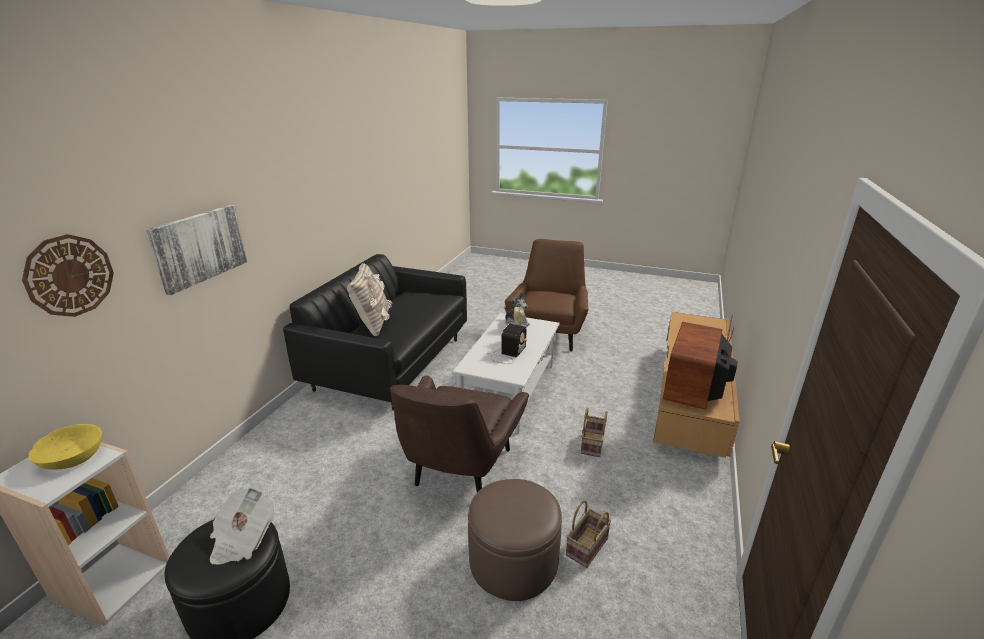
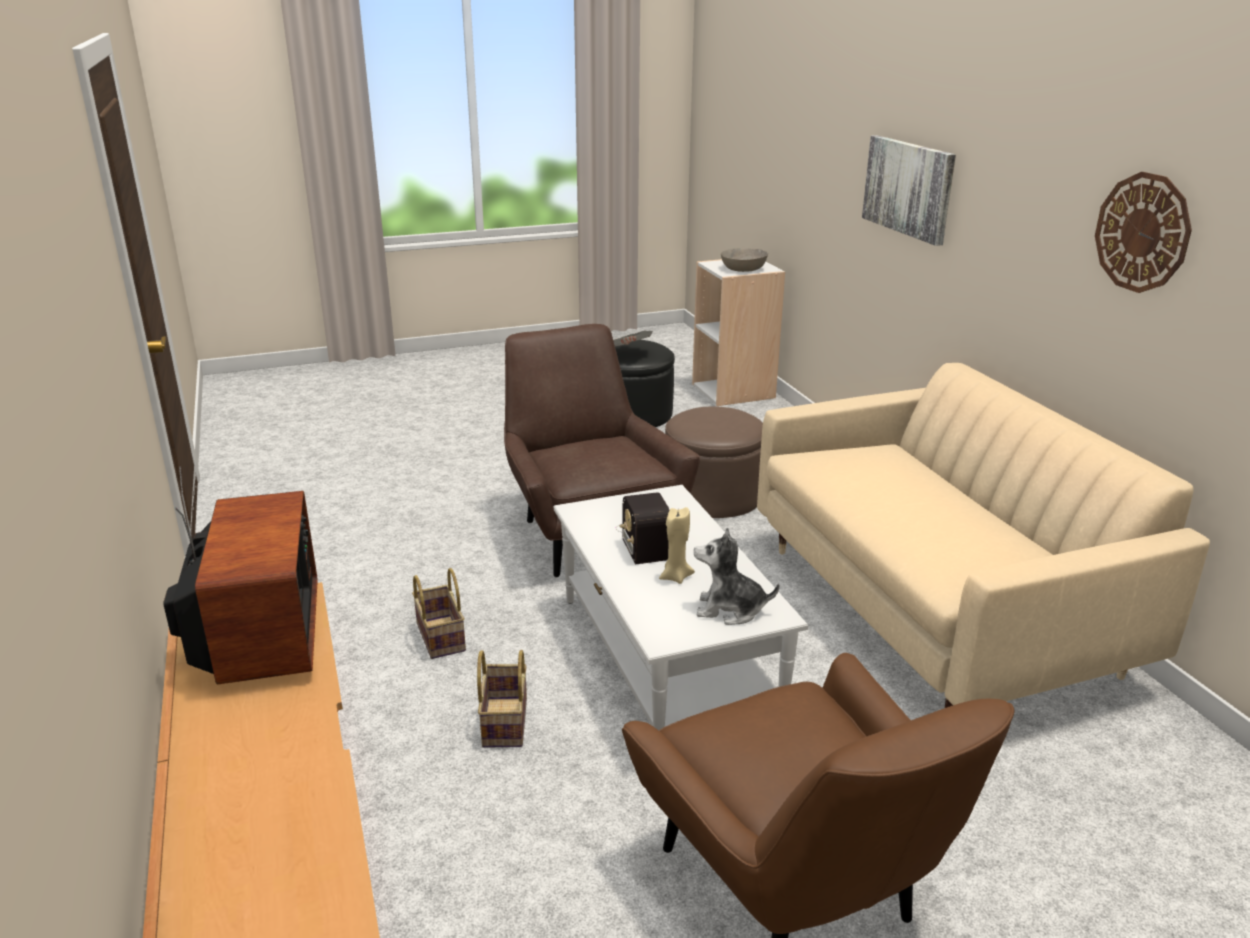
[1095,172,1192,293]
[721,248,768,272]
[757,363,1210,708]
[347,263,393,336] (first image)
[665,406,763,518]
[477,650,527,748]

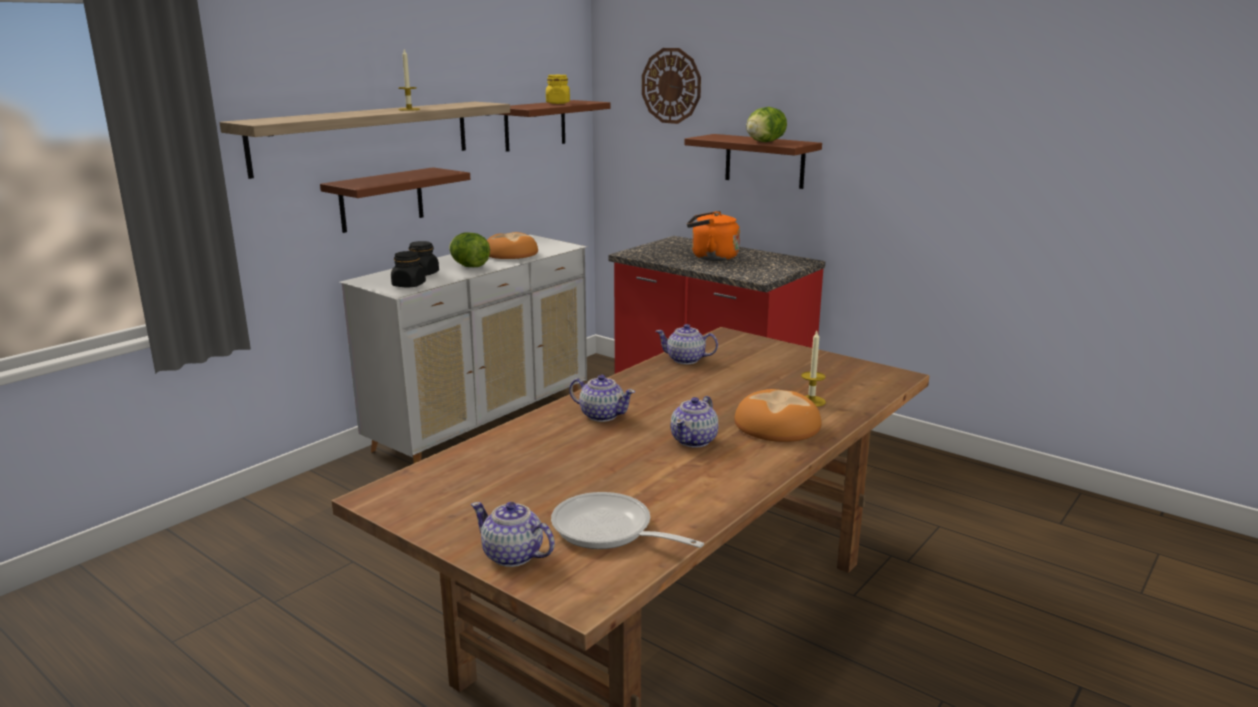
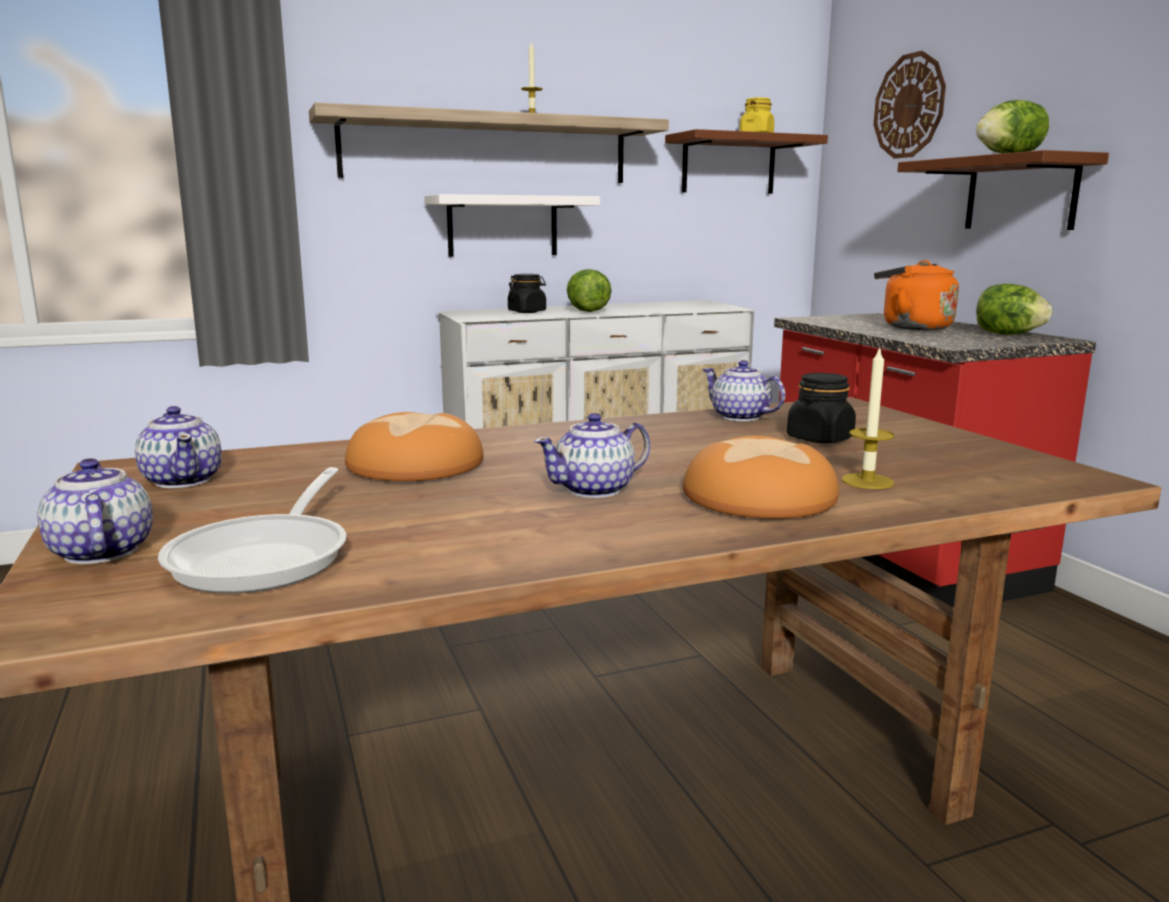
[424,194,600,257]
[787,373,856,443]
[345,412,484,481]
[158,467,347,594]
[135,406,222,488]
[976,284,1052,335]

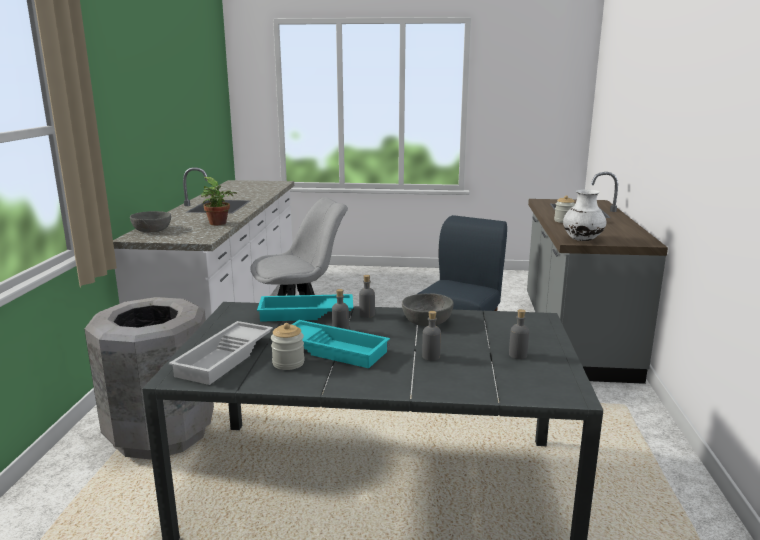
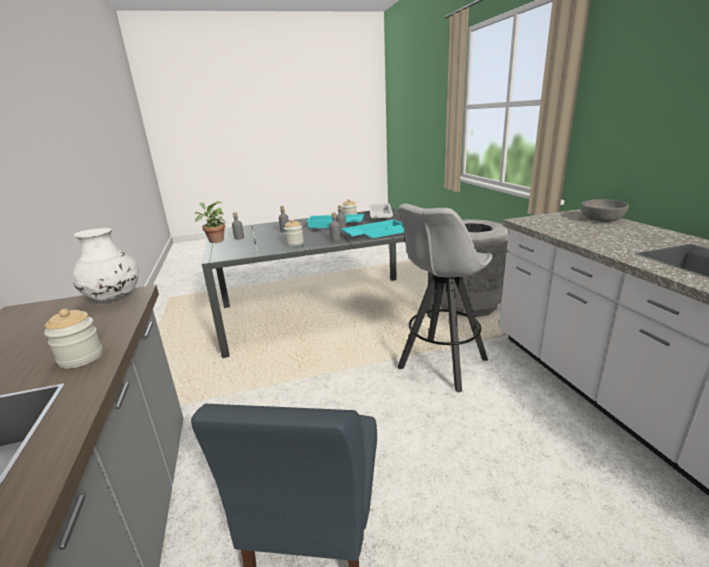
[195,201,225,243]
[284,219,304,246]

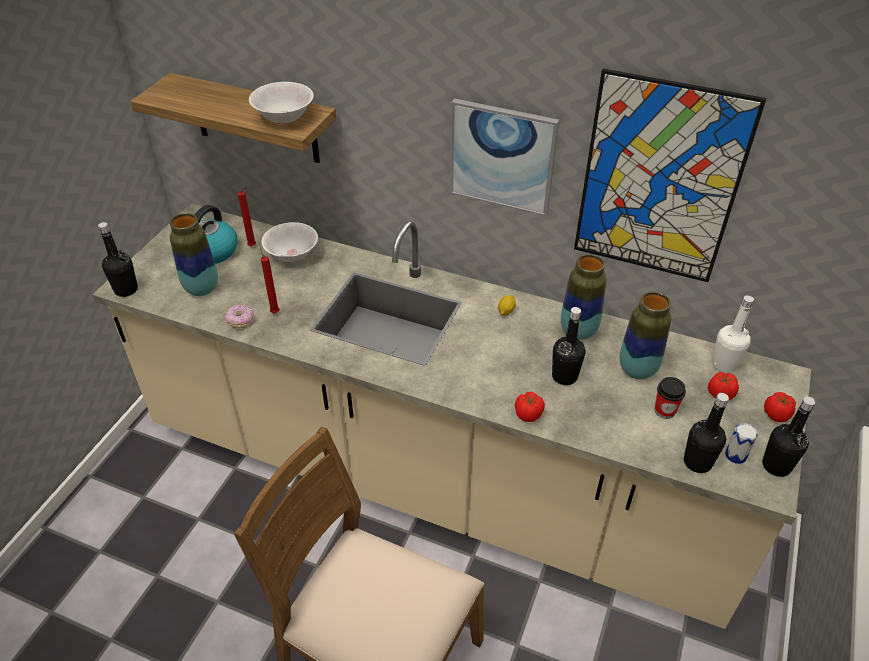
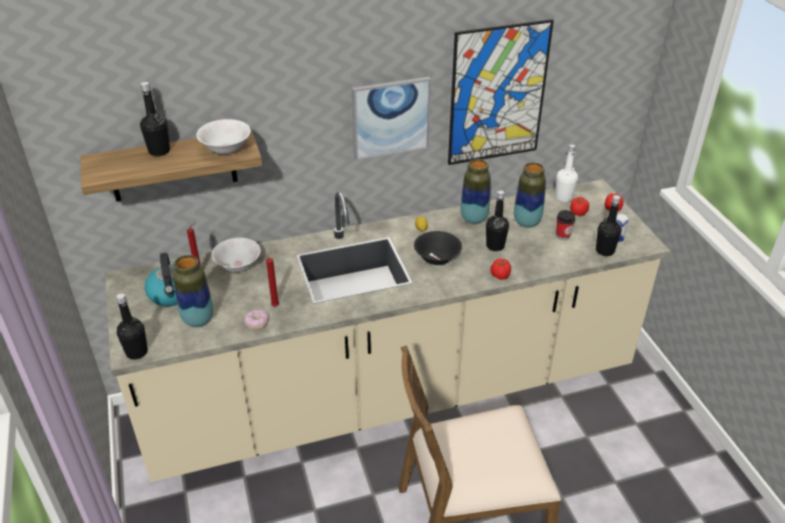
[140,82,170,156]
[414,231,462,265]

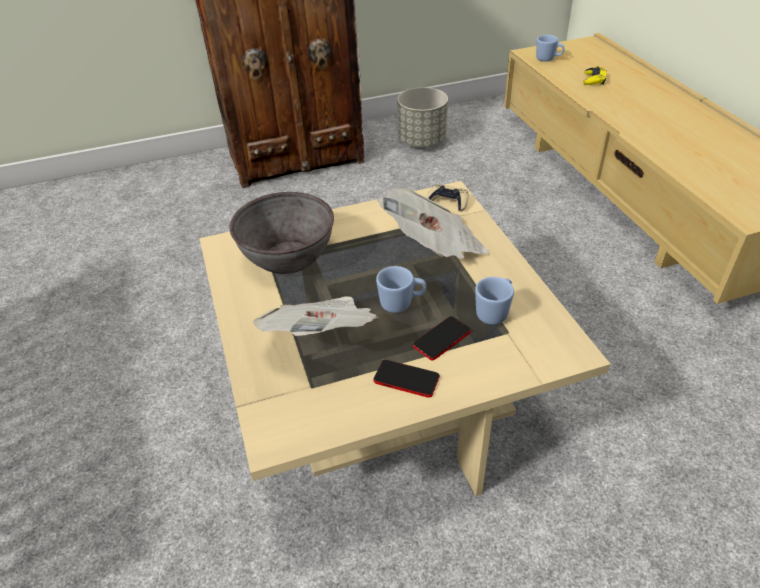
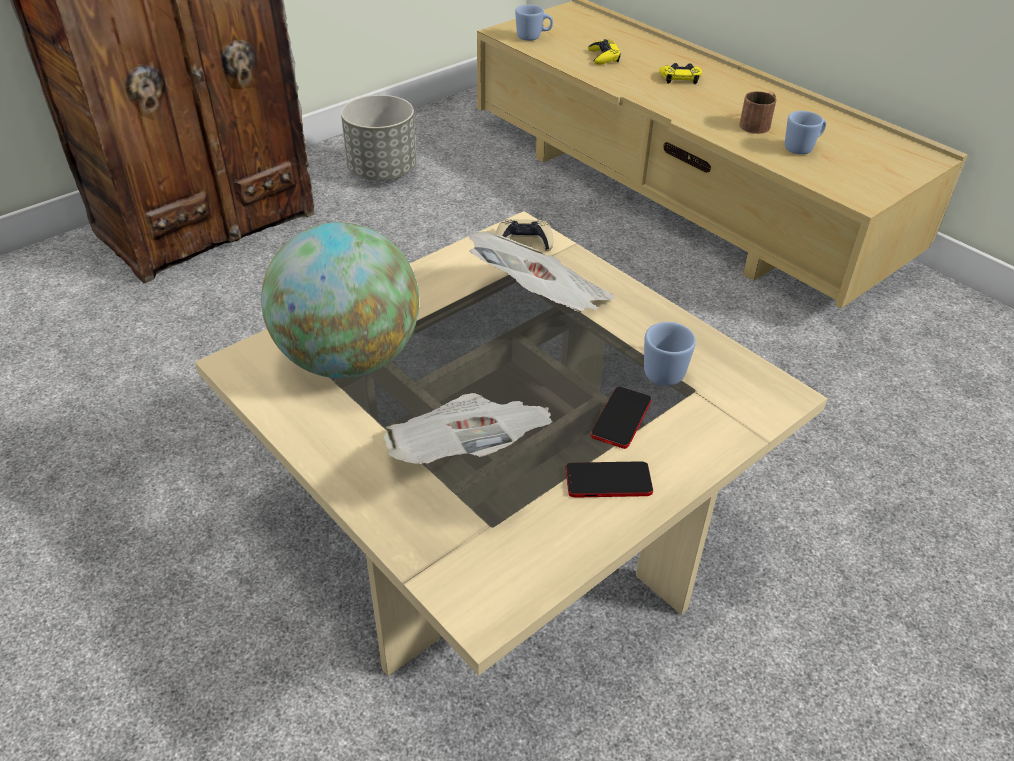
[261,222,419,378]
[785,111,826,155]
[659,63,702,84]
[739,91,776,134]

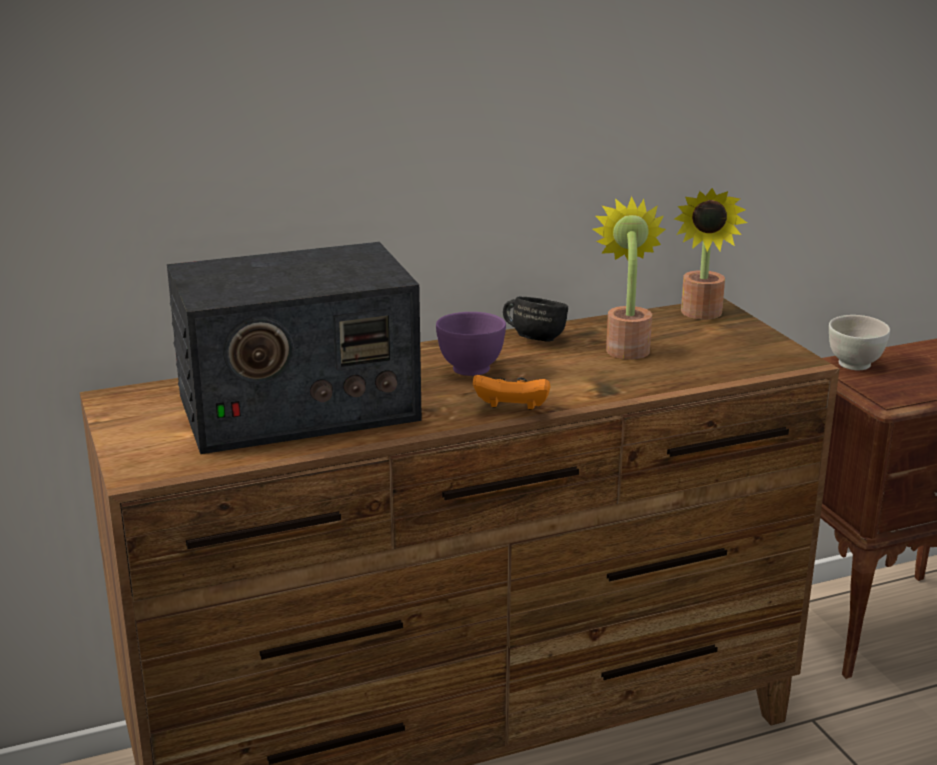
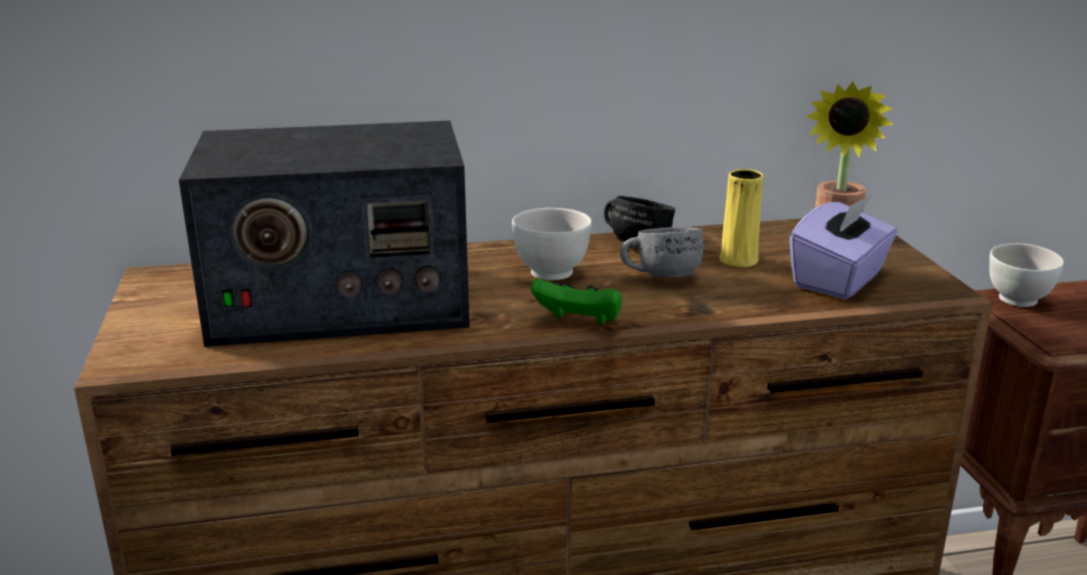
[512,208,592,280]
[531,278,622,325]
[719,169,763,267]
[620,227,704,277]
[790,193,898,299]

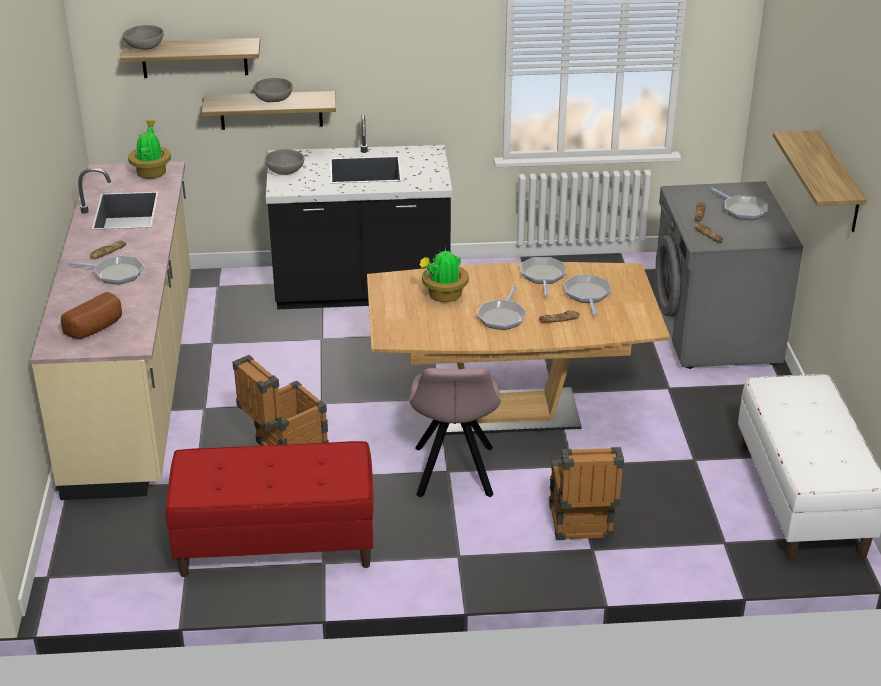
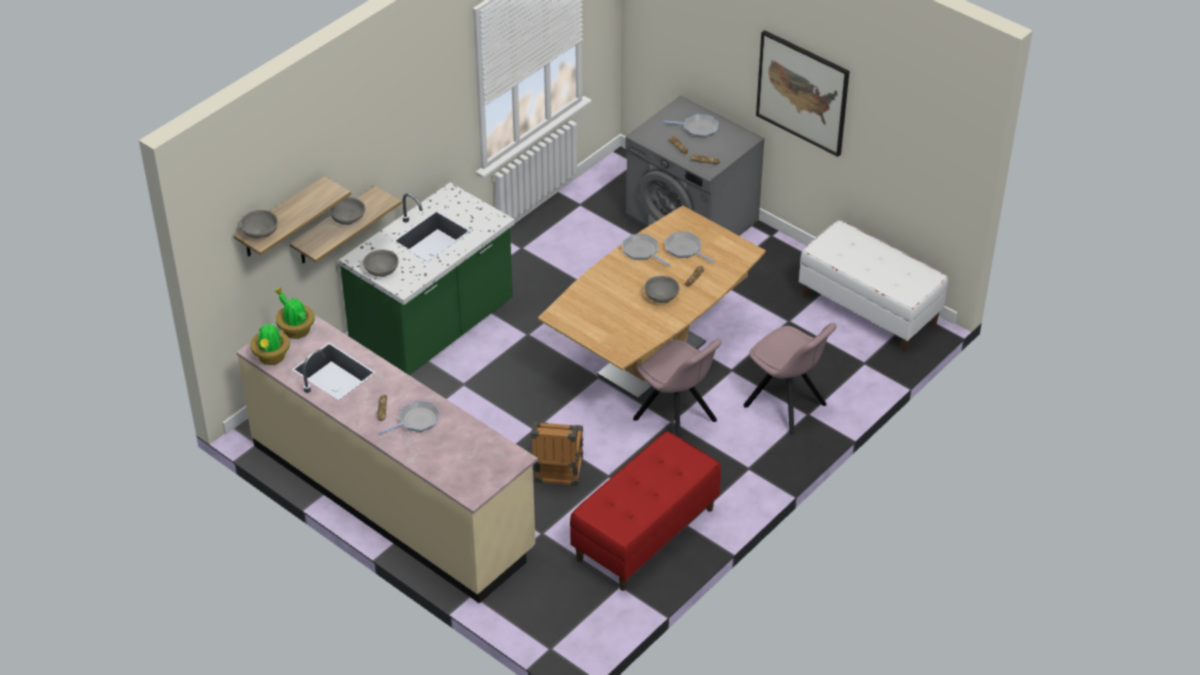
[61,292,122,339] (first image)
[339,182,515,375]
[251,322,290,365]
[644,276,680,303]
[744,323,837,434]
[756,30,849,157]

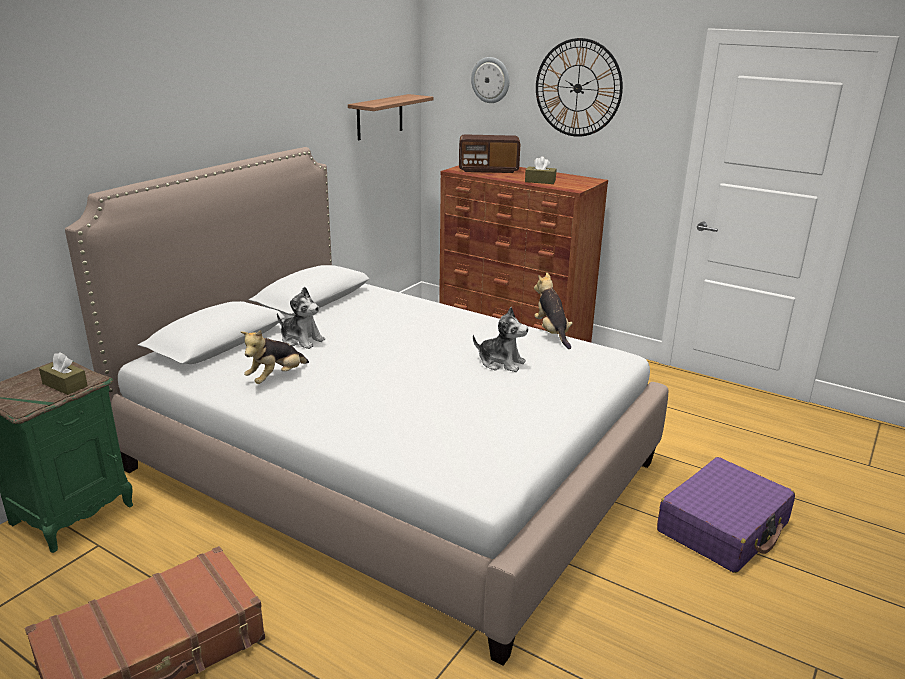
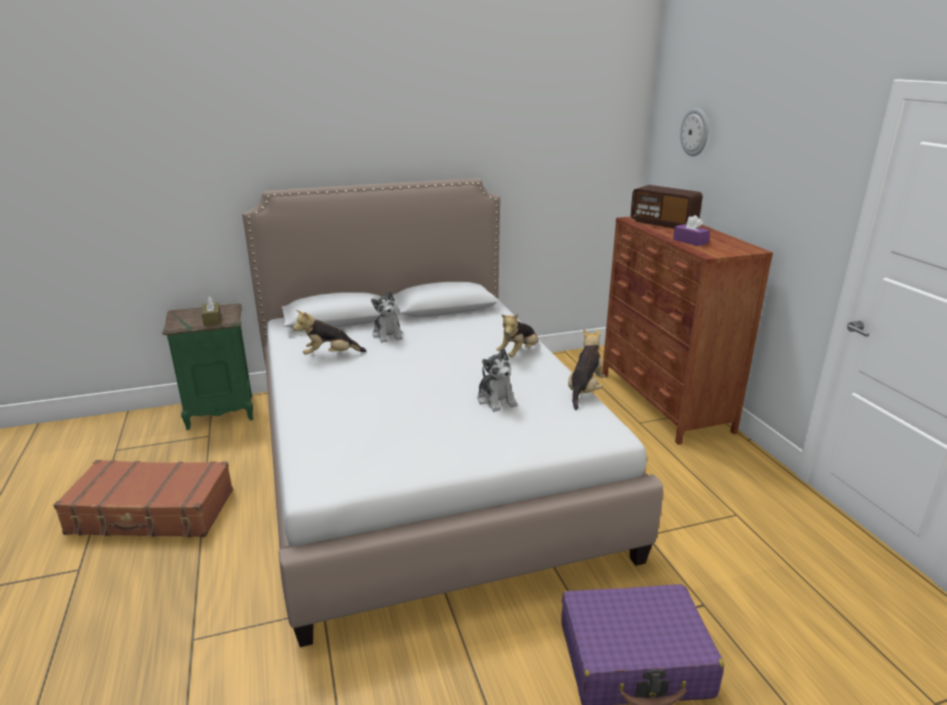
[348,94,433,140] (first image)
[673,215,710,246]
[536,38,623,137] (first image)
[496,313,538,357]

